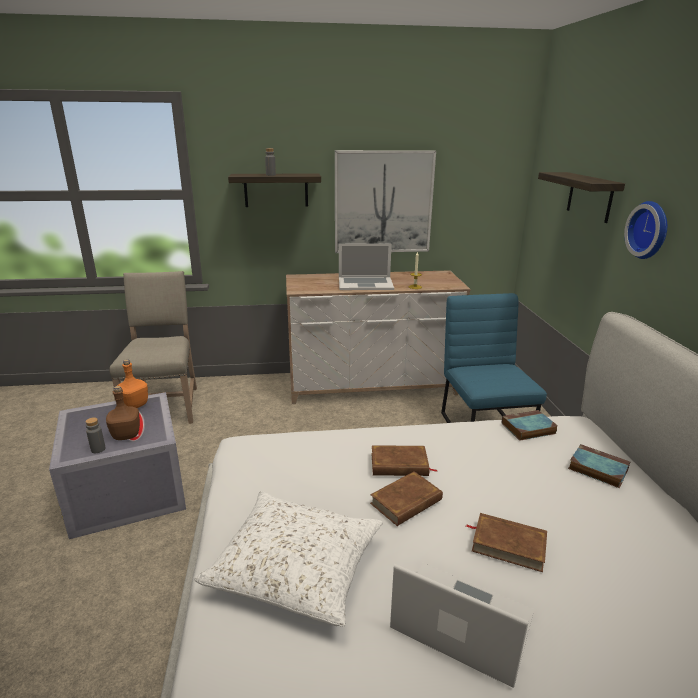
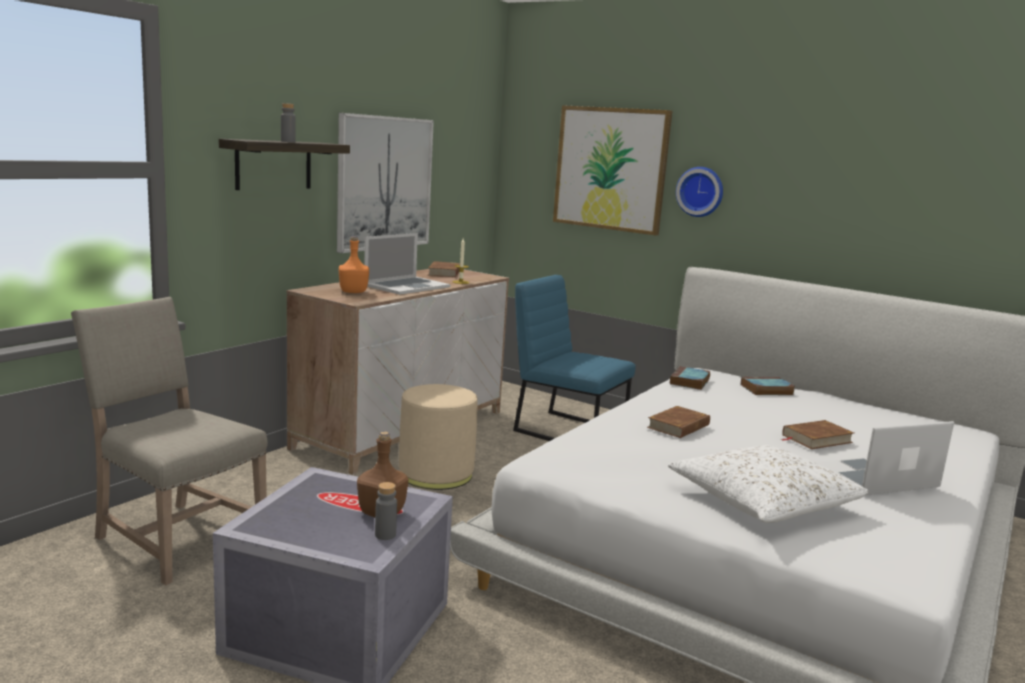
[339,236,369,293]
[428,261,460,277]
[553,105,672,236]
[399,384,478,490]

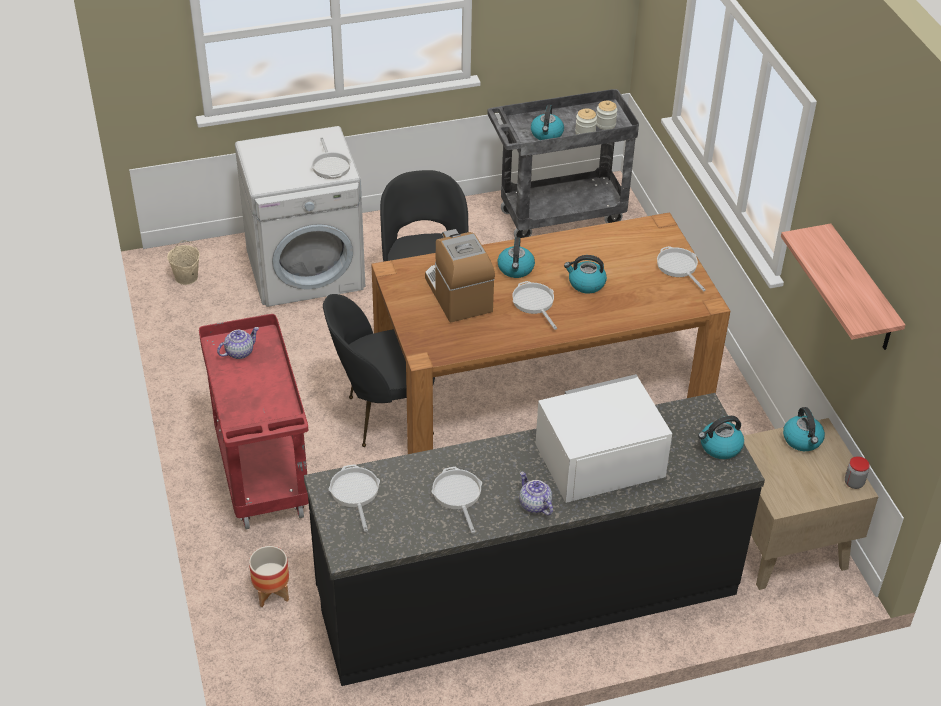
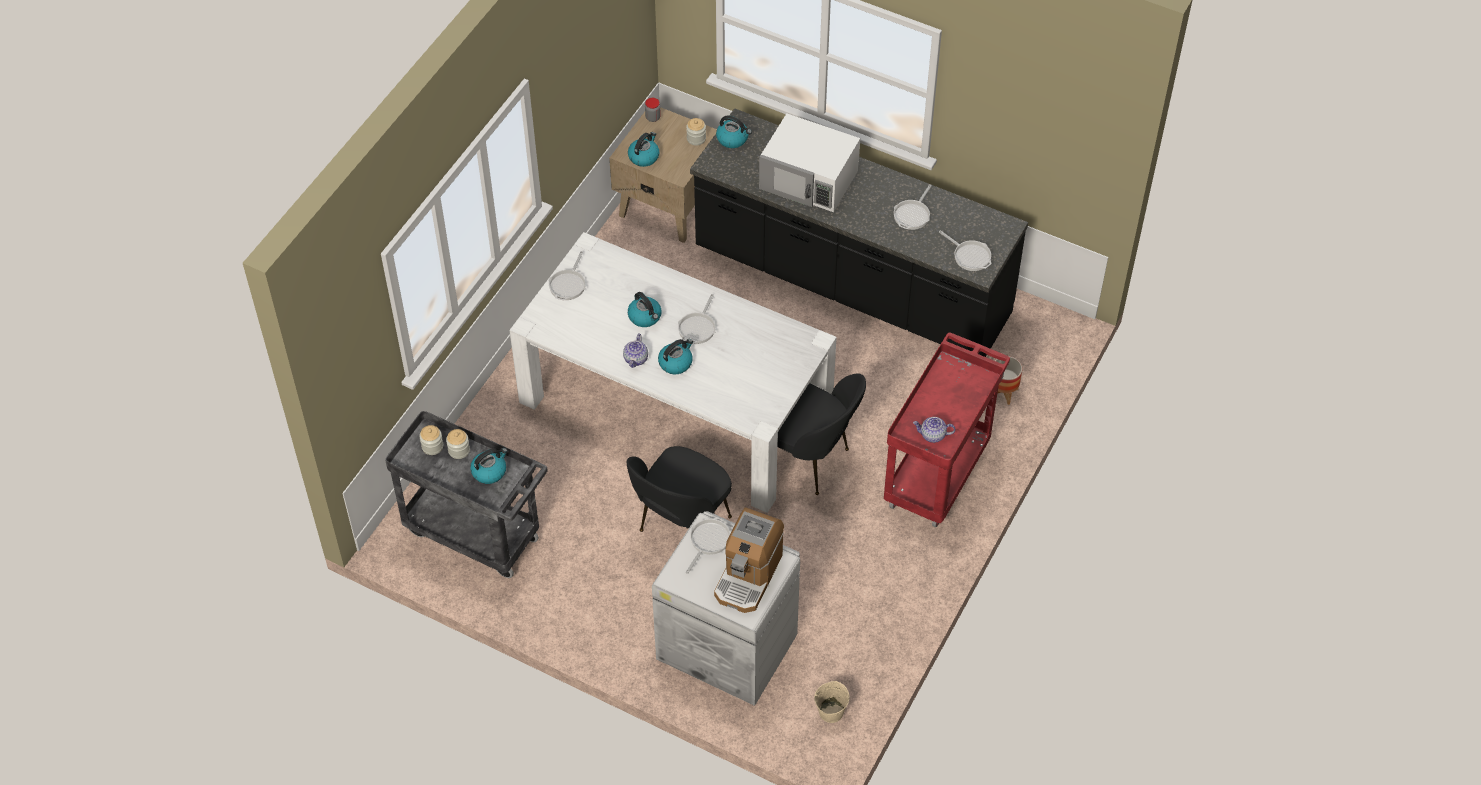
[939,230,992,271]
[509,232,837,513]
[714,507,784,613]
[623,334,648,368]
[781,224,905,350] (first image)
[686,118,706,146]

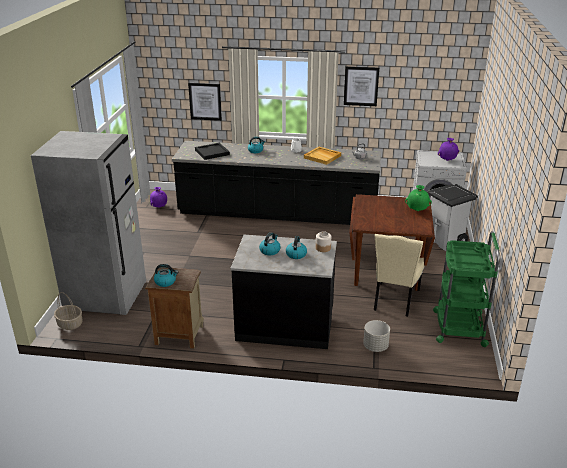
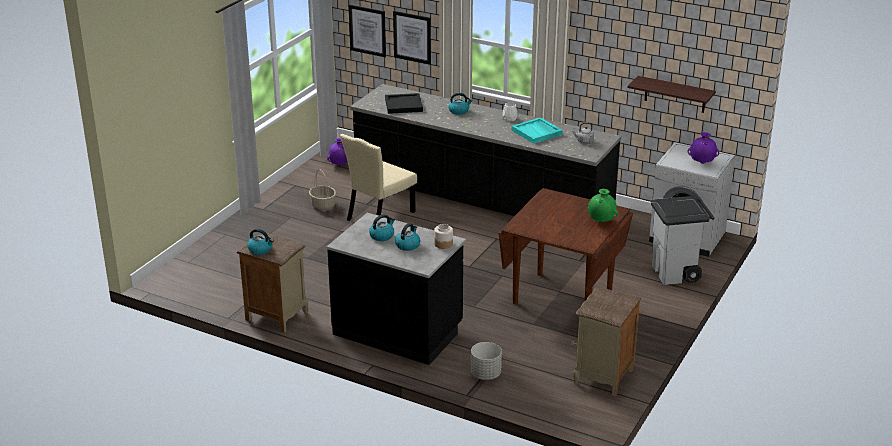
[31,131,146,315] (first image)
[309,169,336,210]
[512,117,563,144]
[349,4,386,57]
[340,134,417,221]
[571,286,641,397]
[627,76,716,113]

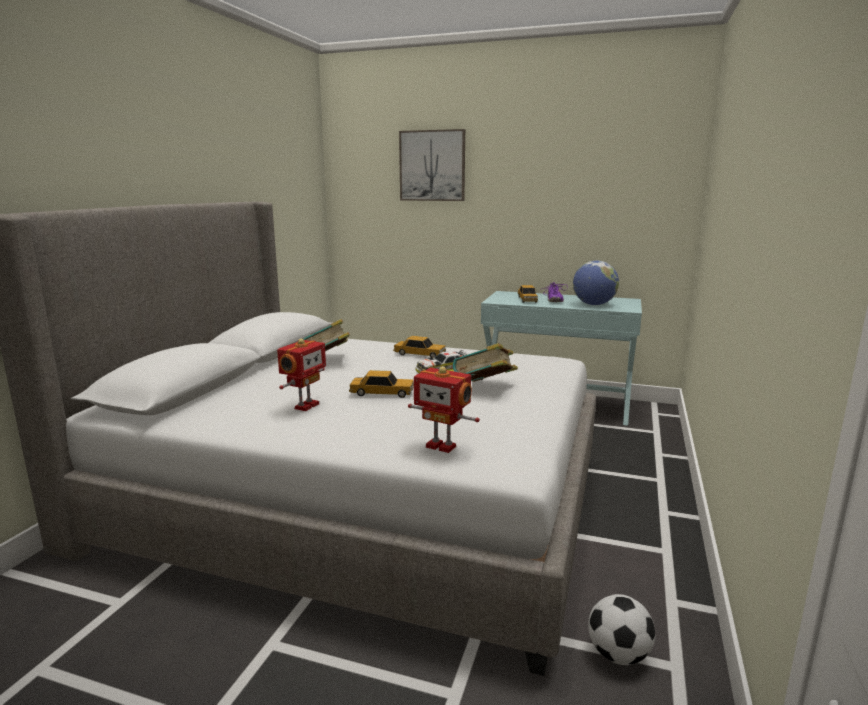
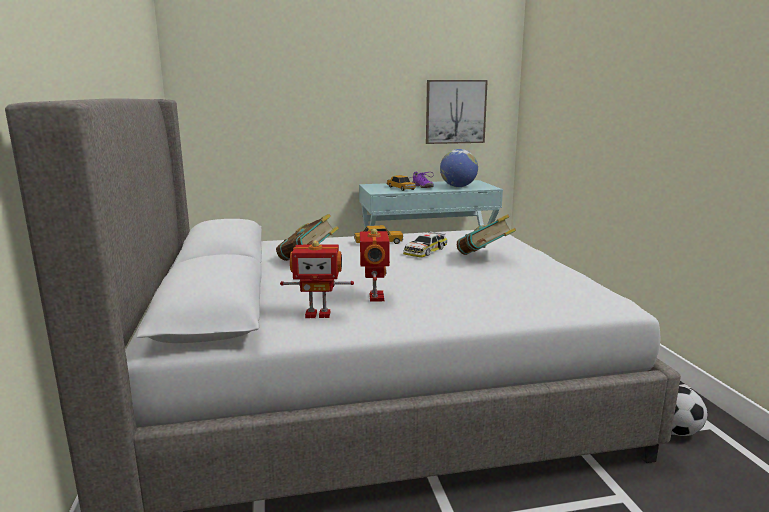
[349,370,414,398] (first image)
[426,80,488,144]
[280,240,354,318]

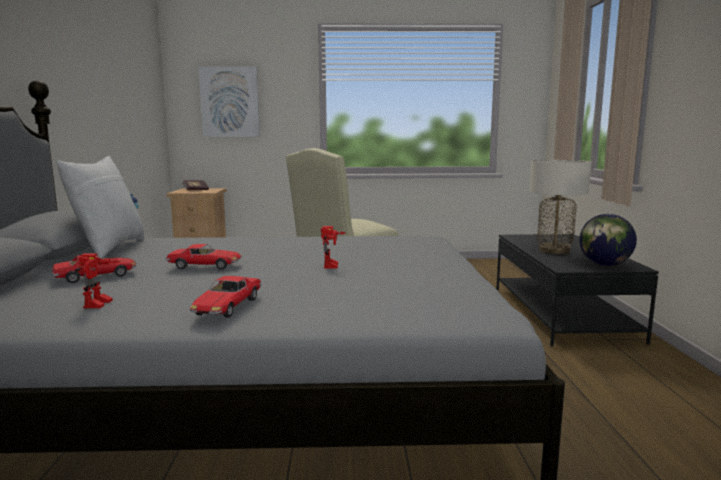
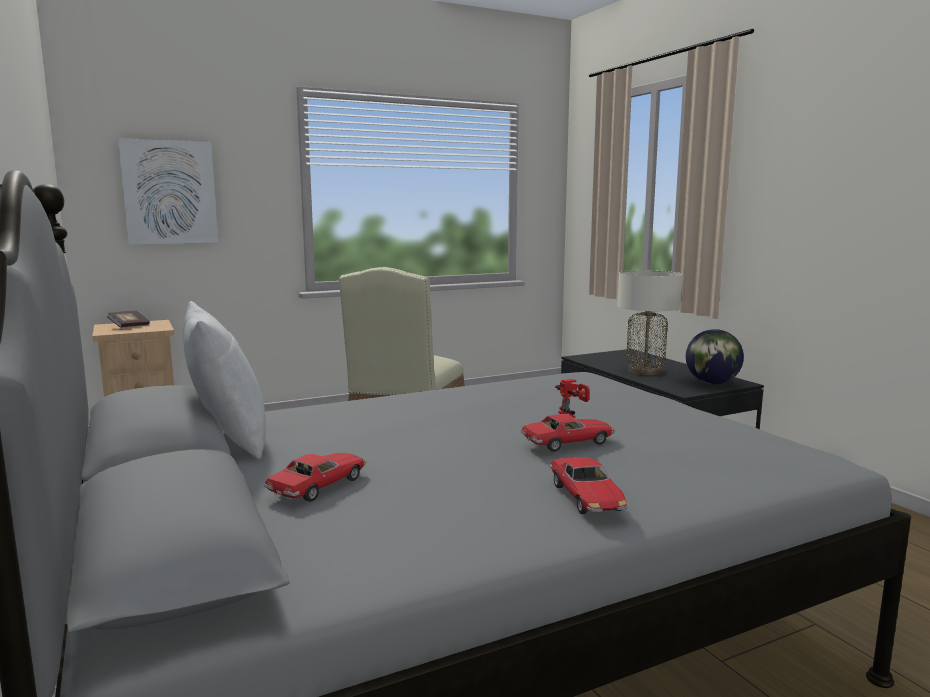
[75,253,120,308] (first image)
[521,414,615,452]

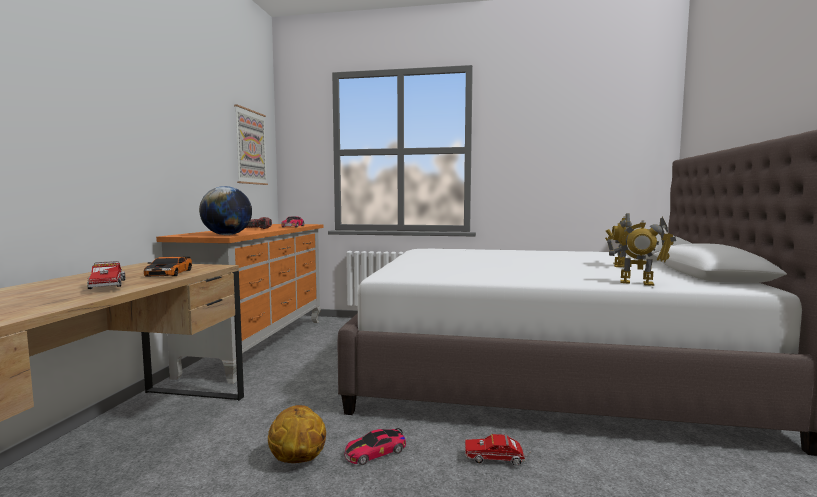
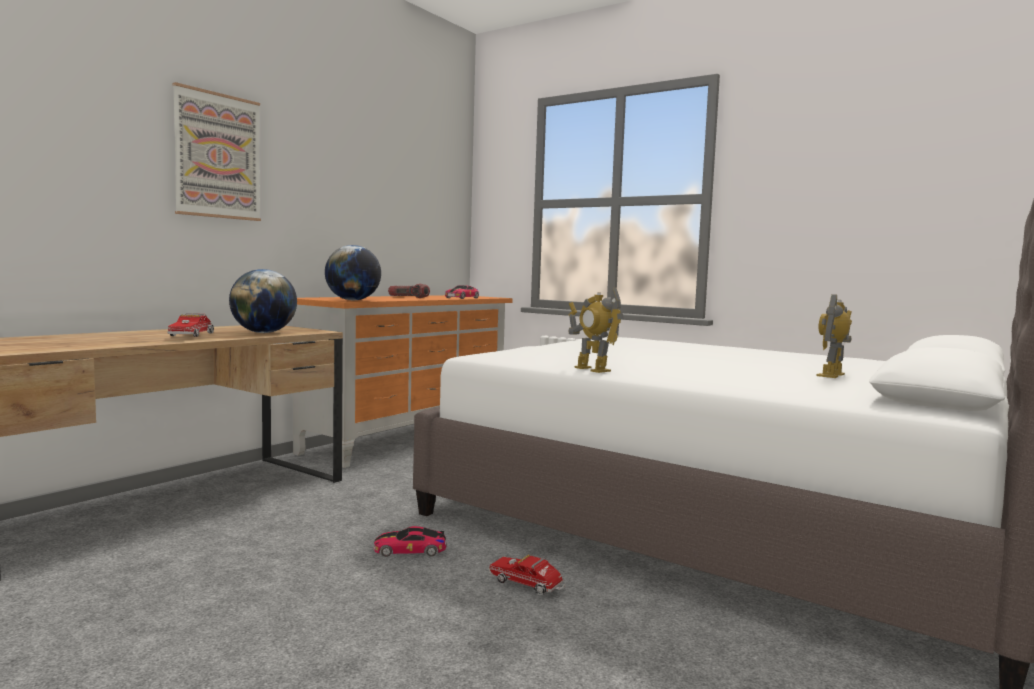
[229,269,297,333]
[172,82,261,221]
[268,405,326,463] (first image)
[569,288,624,373]

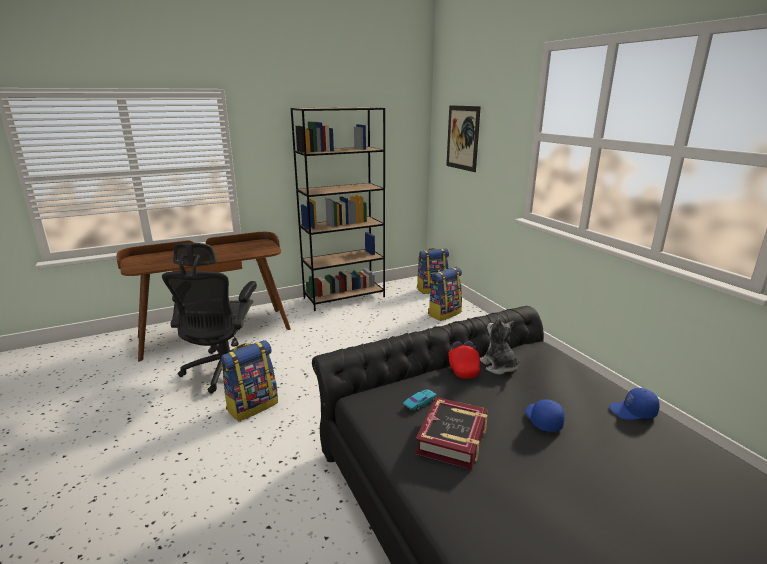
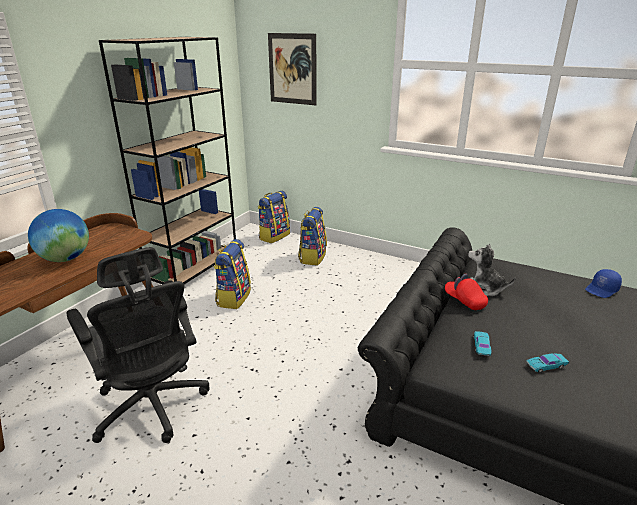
[214,239,251,309]
[526,353,569,373]
[525,399,565,432] (first image)
[28,209,89,262]

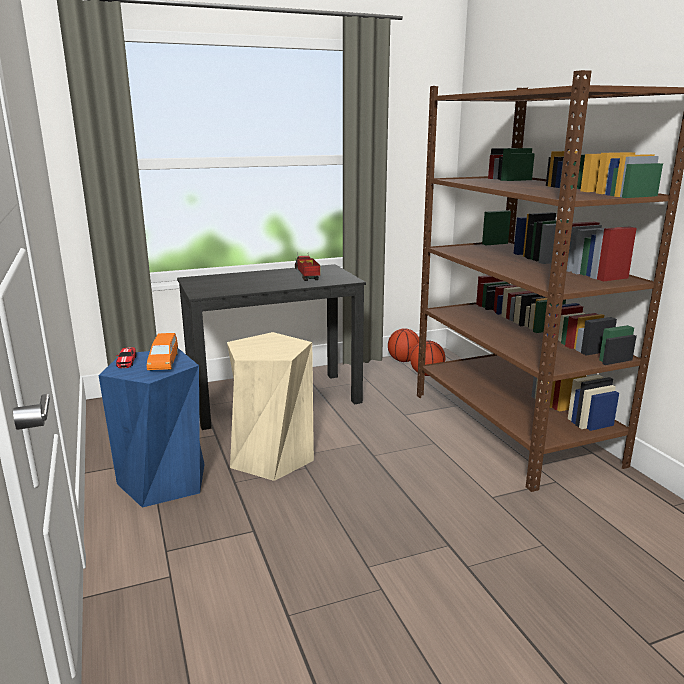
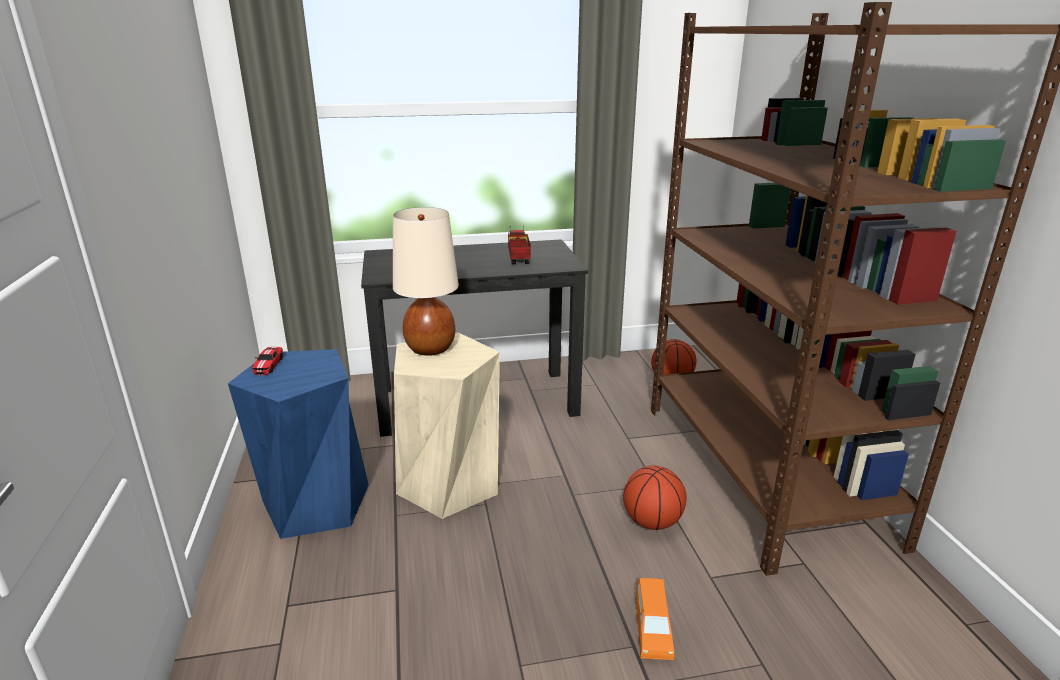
[635,578,675,660]
[623,466,687,530]
[393,207,459,356]

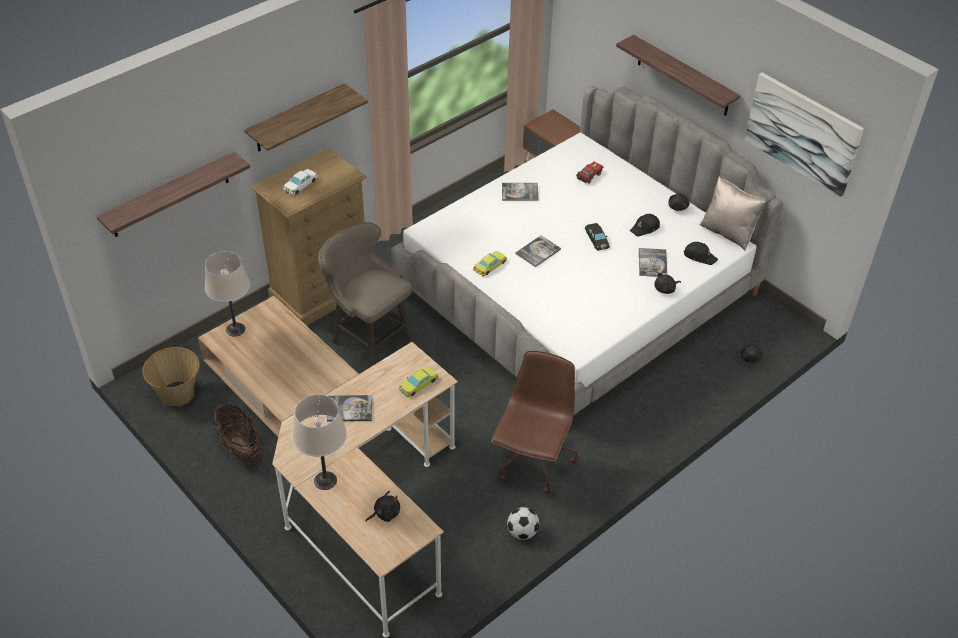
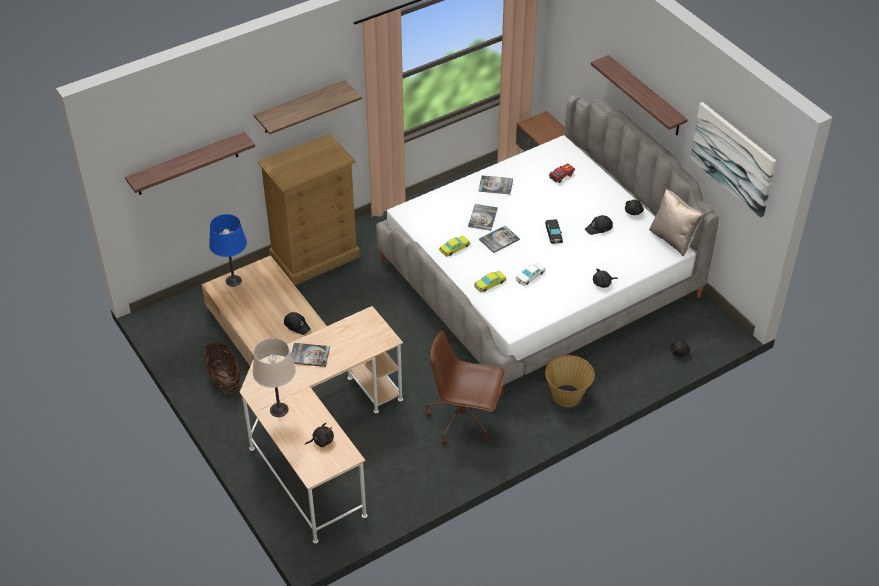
[545,355,595,407]
[209,214,247,287]
[516,262,546,286]
[318,222,412,367] (first image)
[474,271,507,292]
[425,330,506,445]
[507,507,539,540] (first image)
[468,204,498,231]
[284,312,311,335]

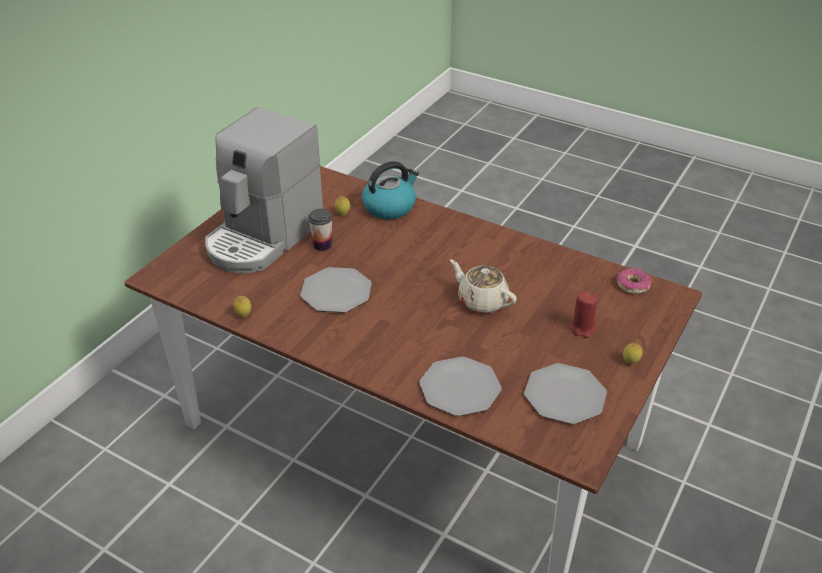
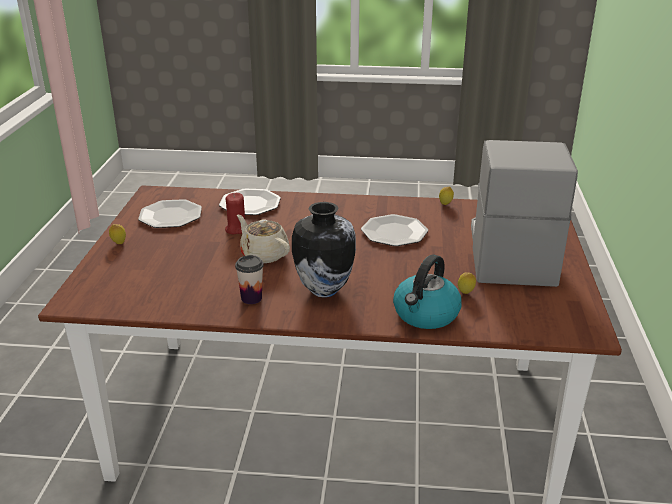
[235,255,264,304]
[237,215,290,263]
[225,193,245,234]
[616,268,652,294] (first image)
[292,202,356,298]

